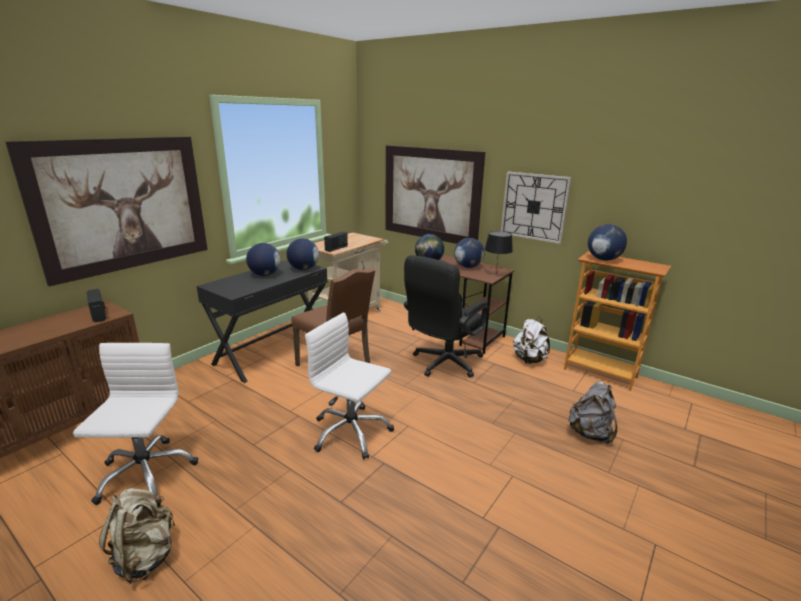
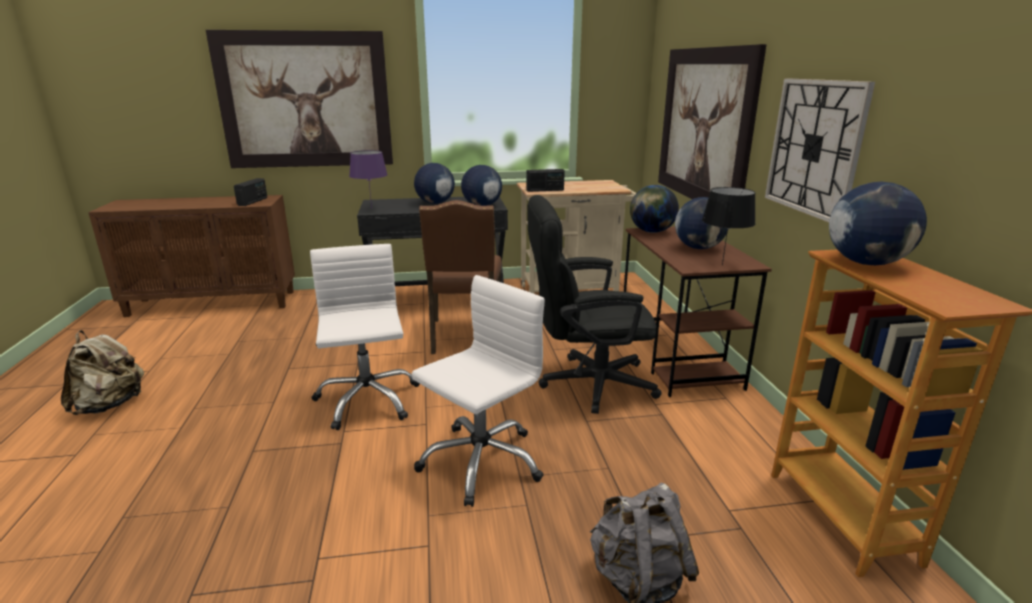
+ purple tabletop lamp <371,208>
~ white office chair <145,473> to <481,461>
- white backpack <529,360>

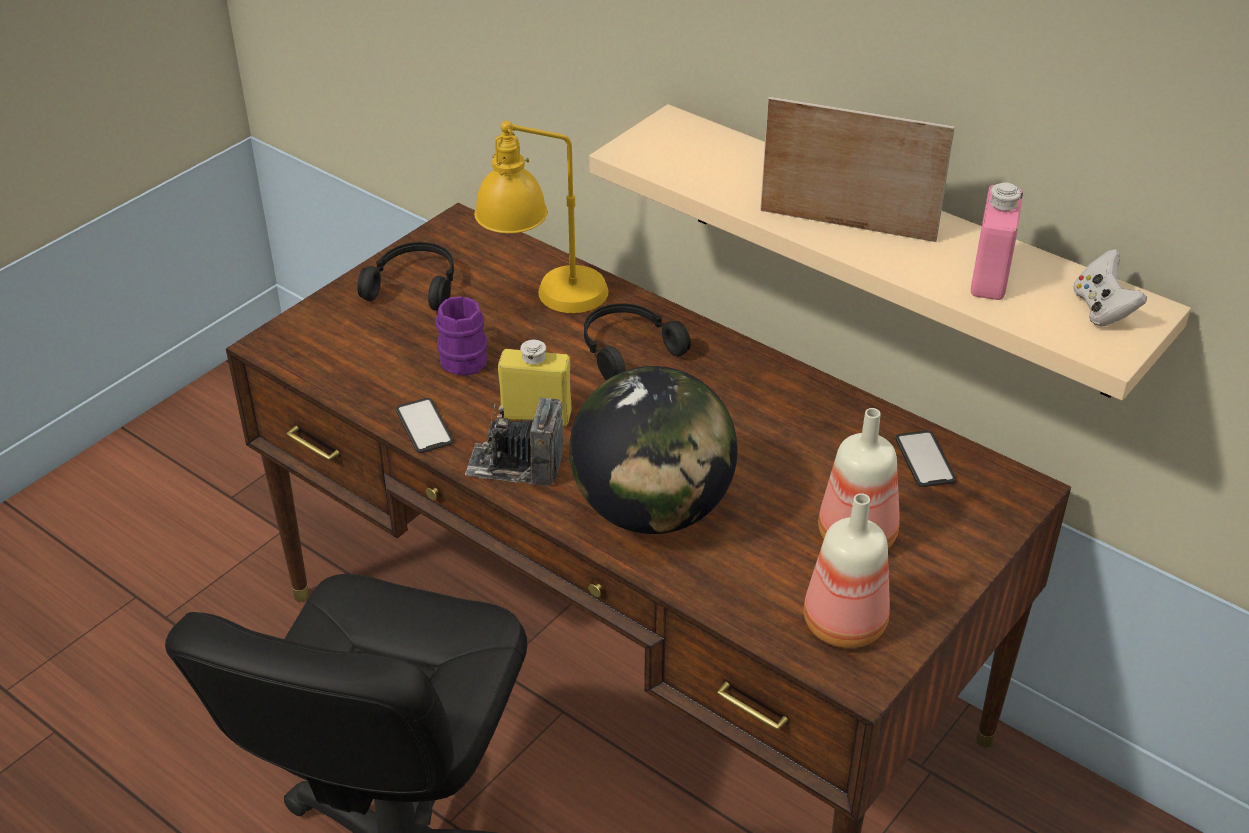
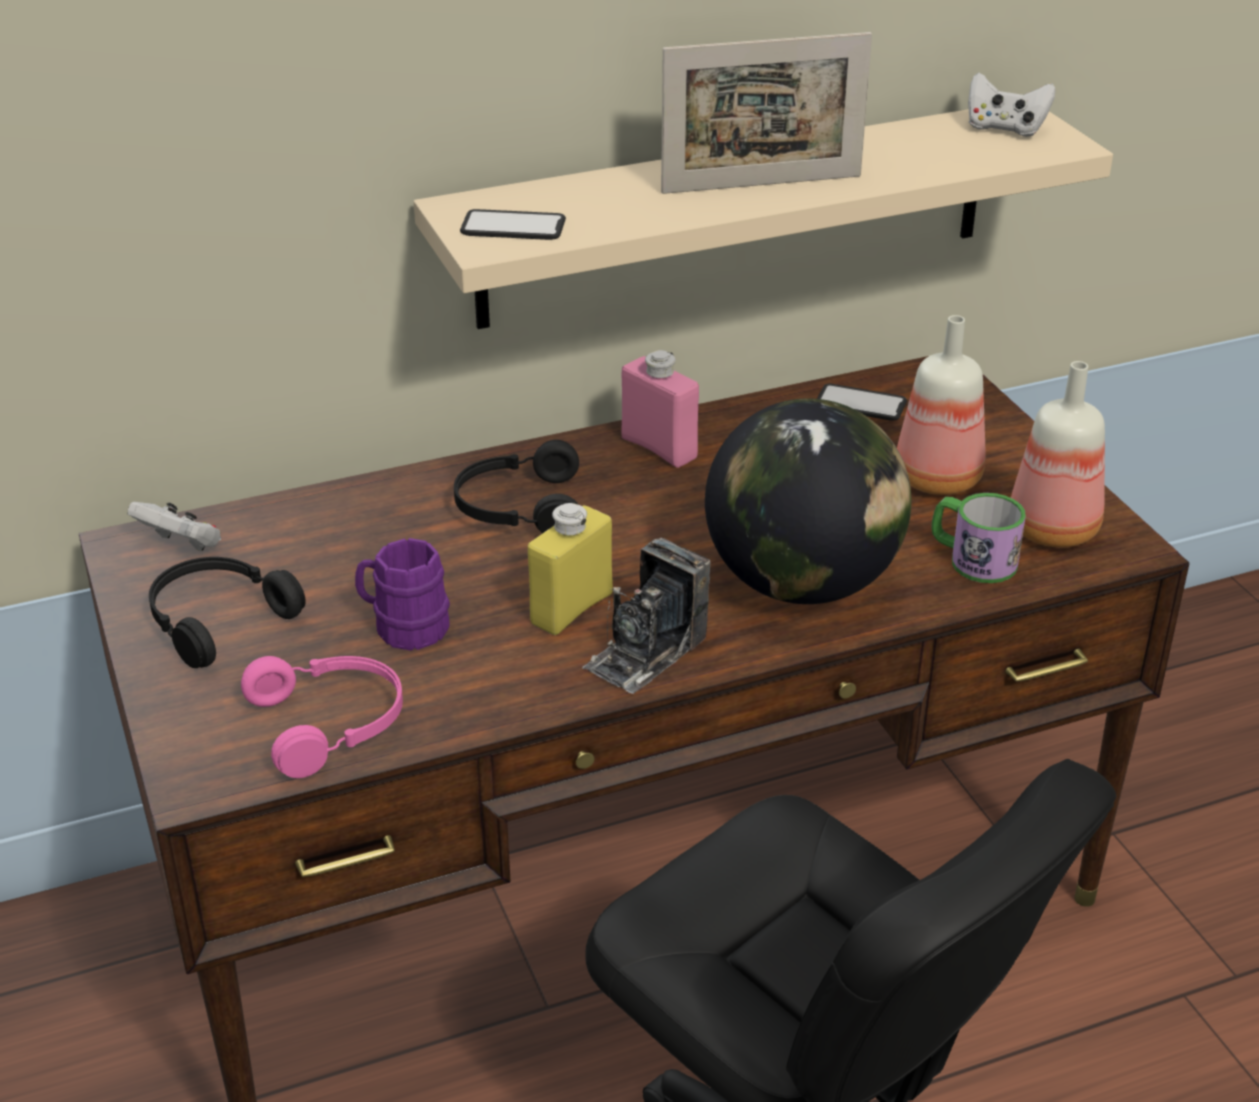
+ white gamepad <181,545>
+ pink-coloured pair of headphones <331,724>
~ phone <424,426> to <513,227>
~ pink-coloured bottle <990,276> to <659,448>
~ picture frame <847,225> = <761,184> 150 degrees counterclockwise
+ tea mug <972,559>
- yellow tabletop lamp <545,301>

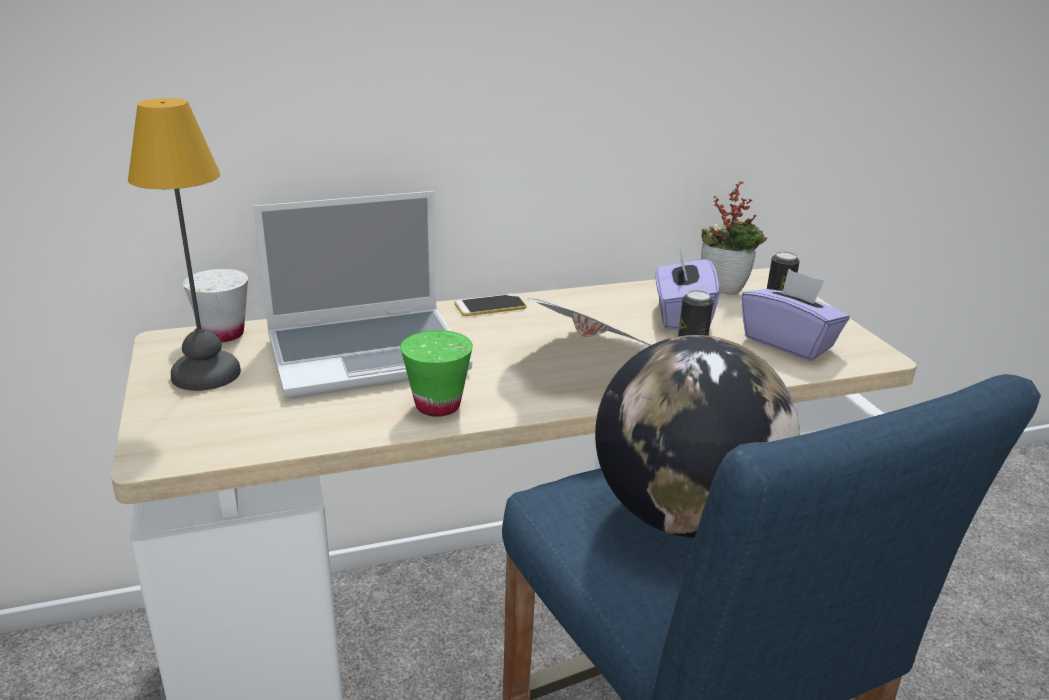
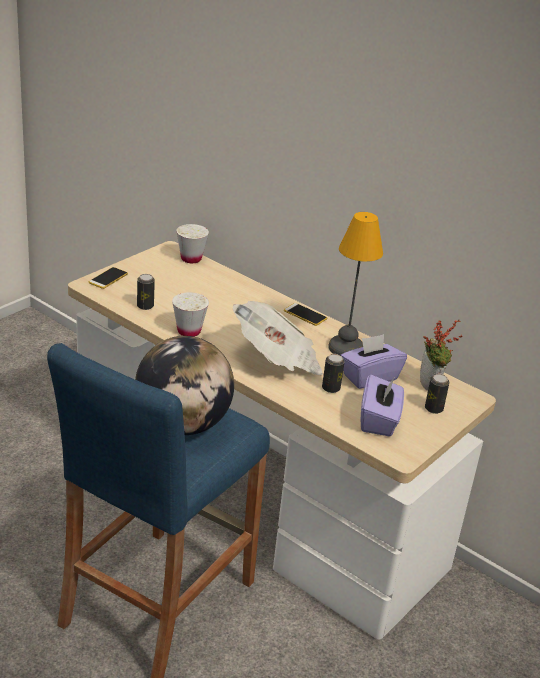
+ phone <108,278>
+ can <145,306>
~ green-coloured drinking cup <437,405> to white drinking cup <189,331>
~ tabletop lamp <208,373> to <347,348>
- notebook computer <369,353>

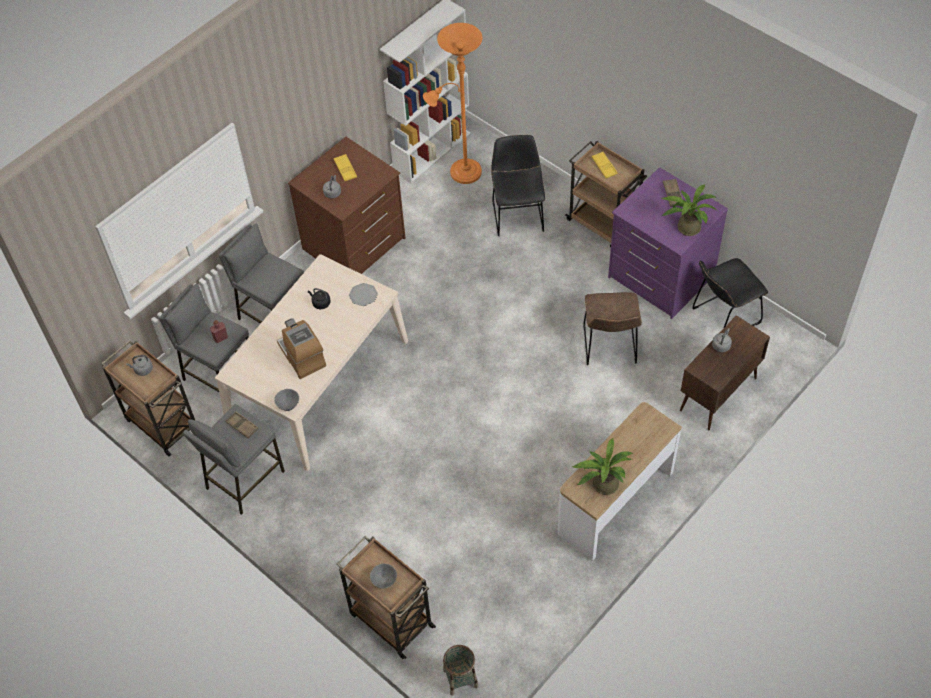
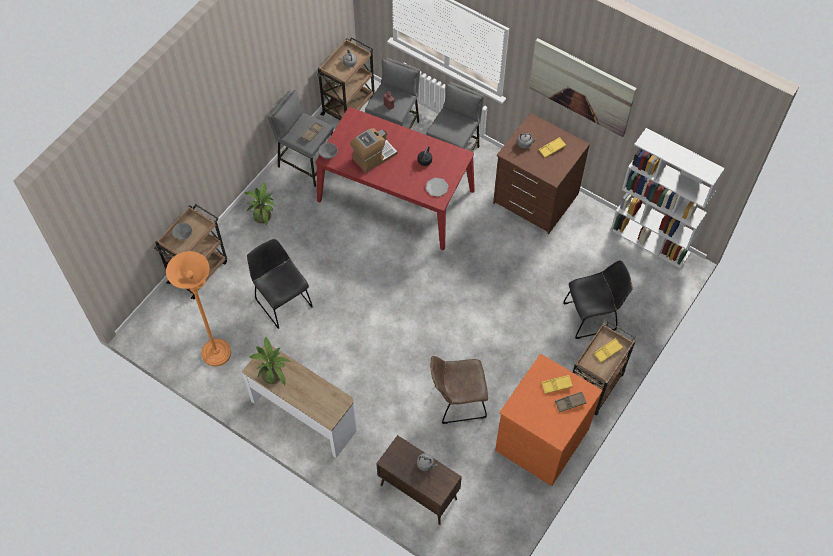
~ orange standard lamp <461,172> to <215,349>
~ houseplant <686,226> to <263,215>
~ black-coloured chair <723,317> to <282,301>
~ sand-coloured dining table <318,382> to red-coloured dining table <396,195>
~ purple dresser <660,277> to orange dresser <540,438>
+ picture <581,87>
+ yellow tray <556,385>
- storage basket <460,678>

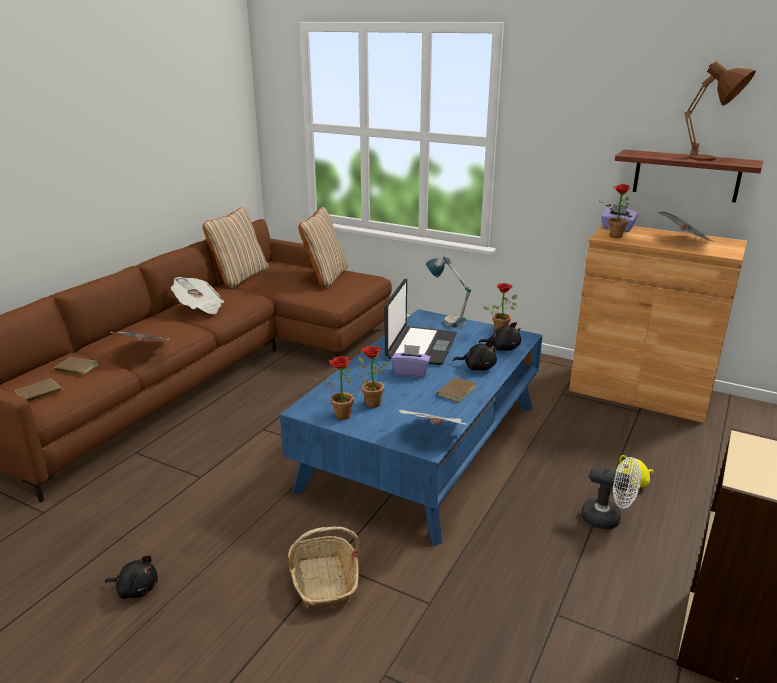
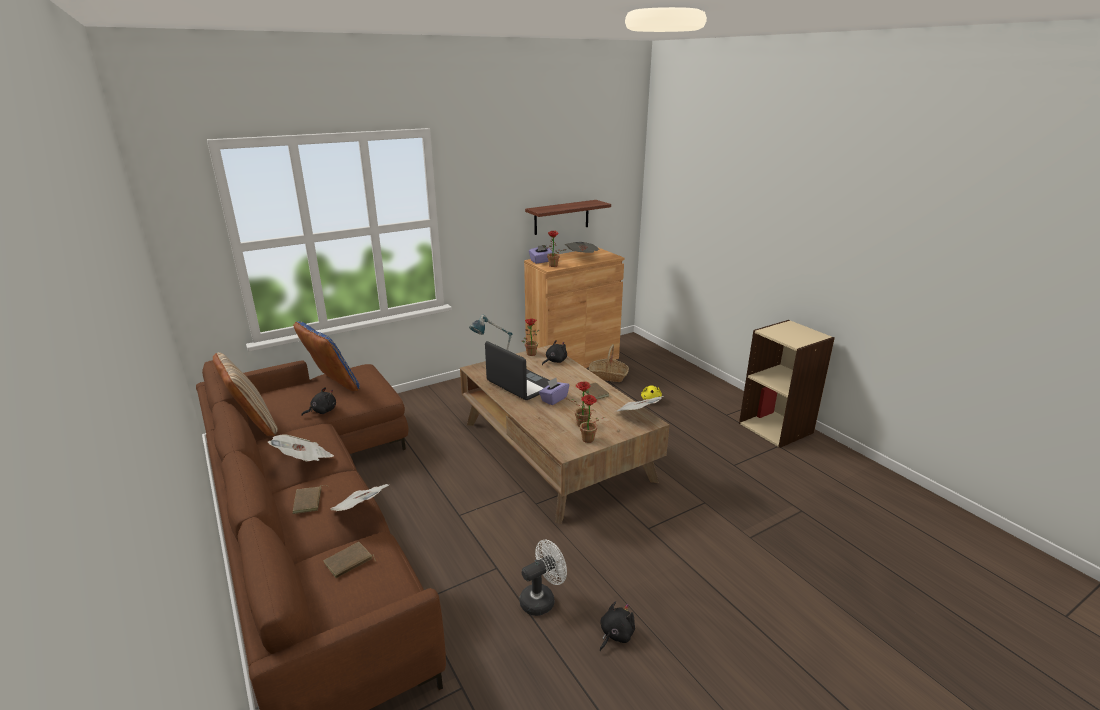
~ sand-coloured cushion <325,277> to blue cushion <331,385>
~ brown volume <39,393> to <309,501>
~ black-coloured soft toy <477,367> to <322,411>
~ blue low table <424,445> to brown low table <555,450>
~ white fan <607,519> to <542,599>
~ storage basket <324,582> to <608,376>
- brown tabletop lamp <711,159>

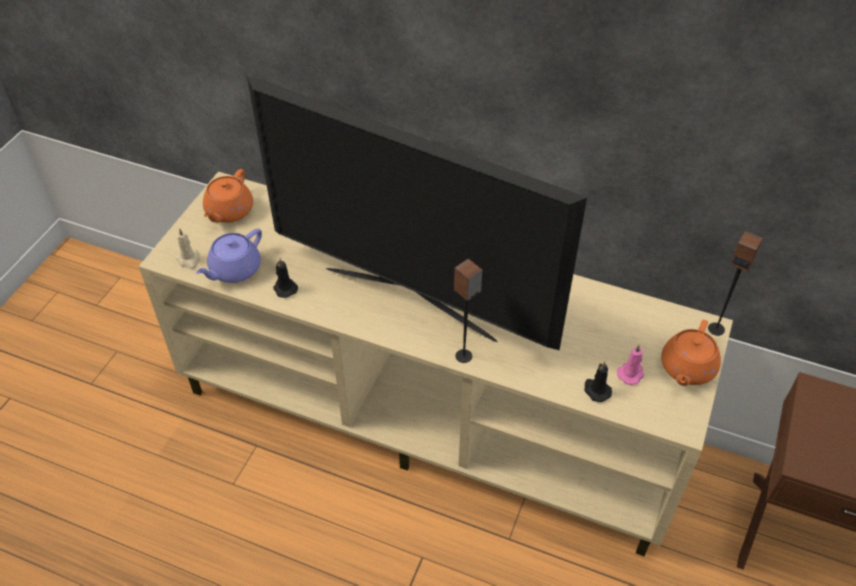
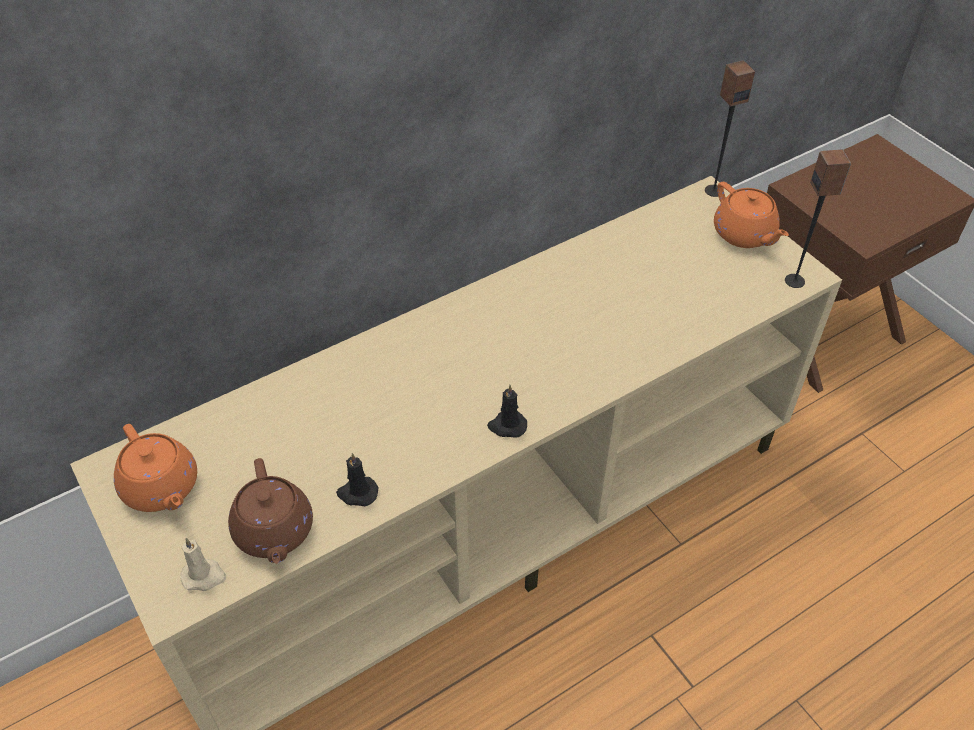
~ purple tea pot <234,270> to brown tea pot <274,532>
~ black-coloured wax candle <596,390> to <507,426>
~ audio speaker <464,356> to <795,281>
- television <410,301>
- pink-coloured wax candle <631,373>

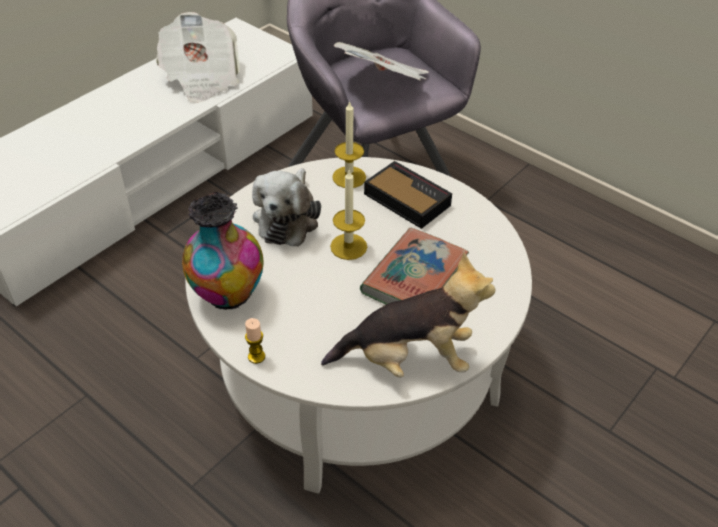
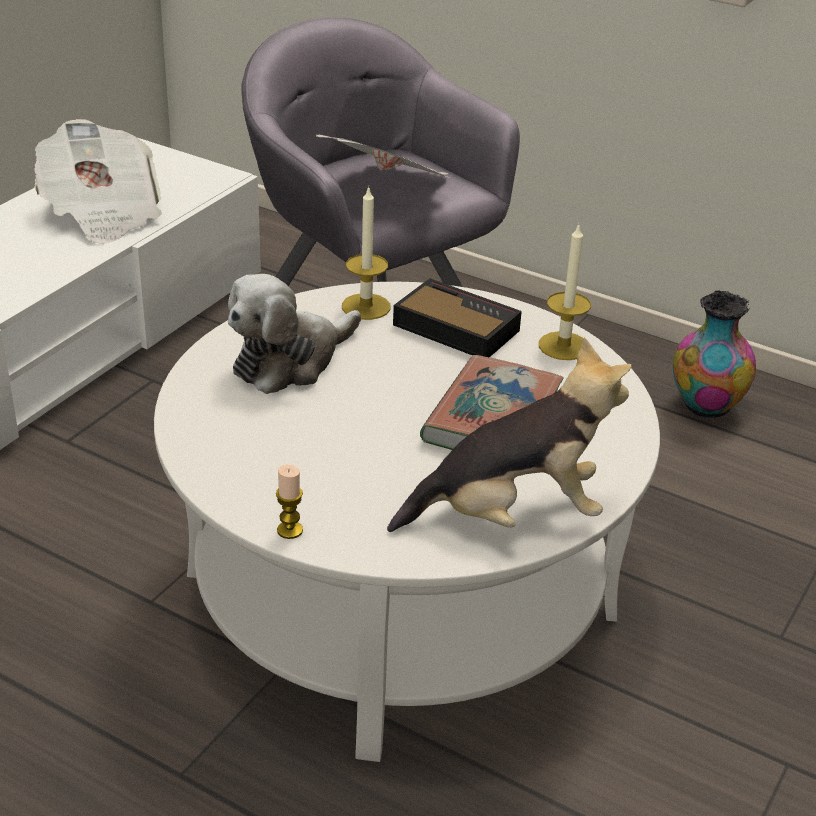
~ soft toy <287,218> = <290,361> 45 degrees clockwise
~ wax candle <348,246> to <563,346>
~ flower vase <227,295> to <705,406>

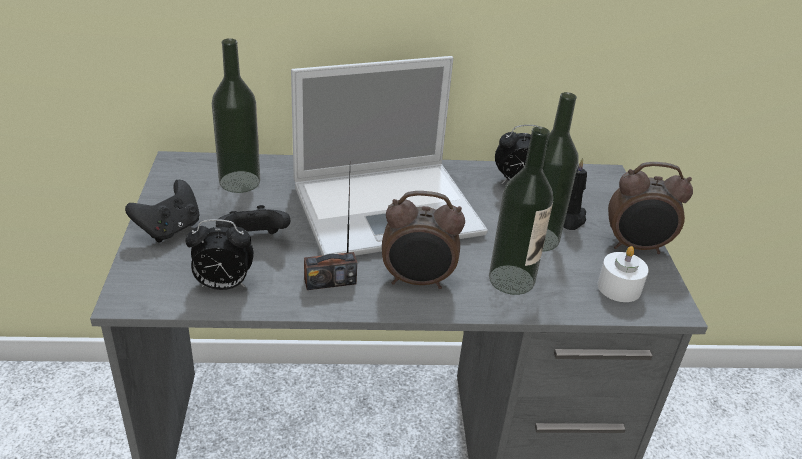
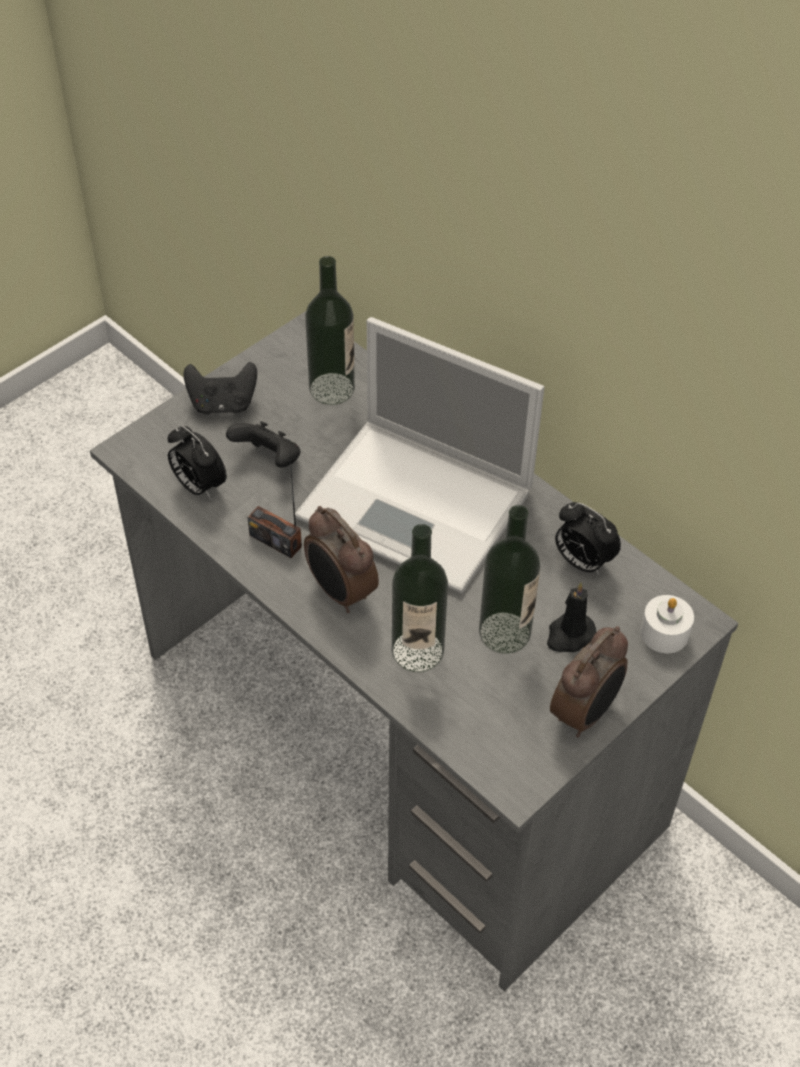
~ bedside clock <636,247> = <585,713> 105 degrees counterclockwise
~ white wax candle <619,287> to <664,633>

